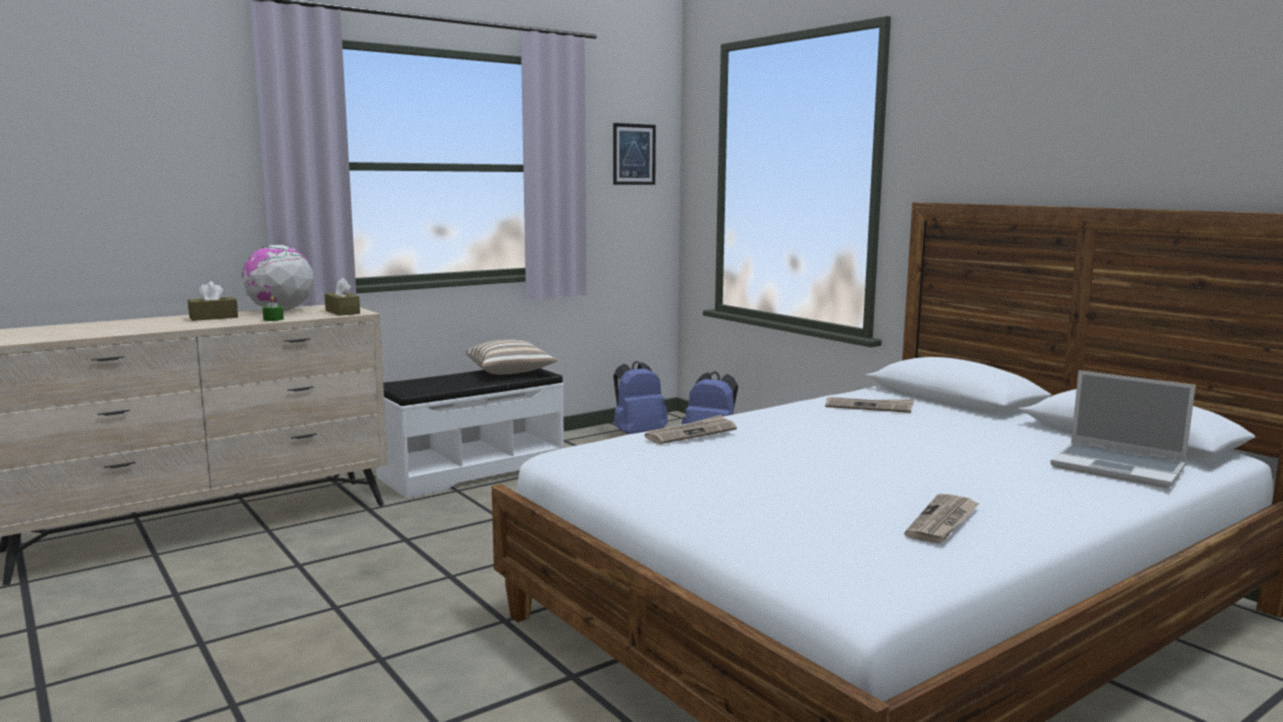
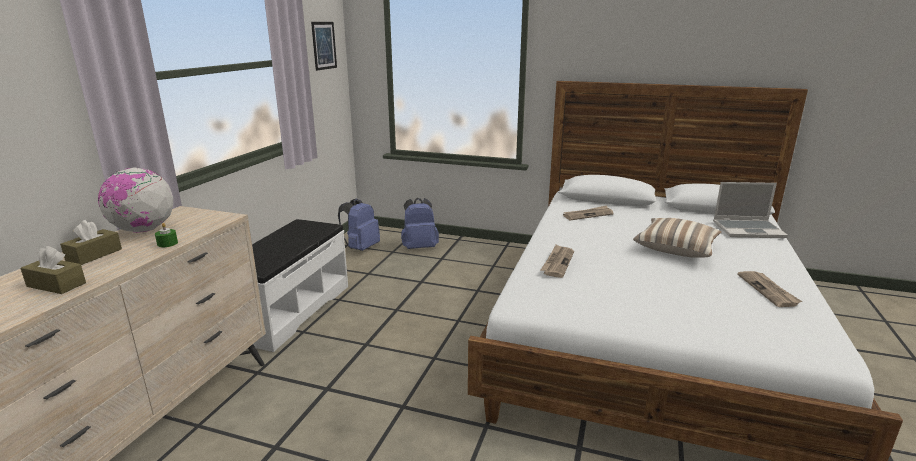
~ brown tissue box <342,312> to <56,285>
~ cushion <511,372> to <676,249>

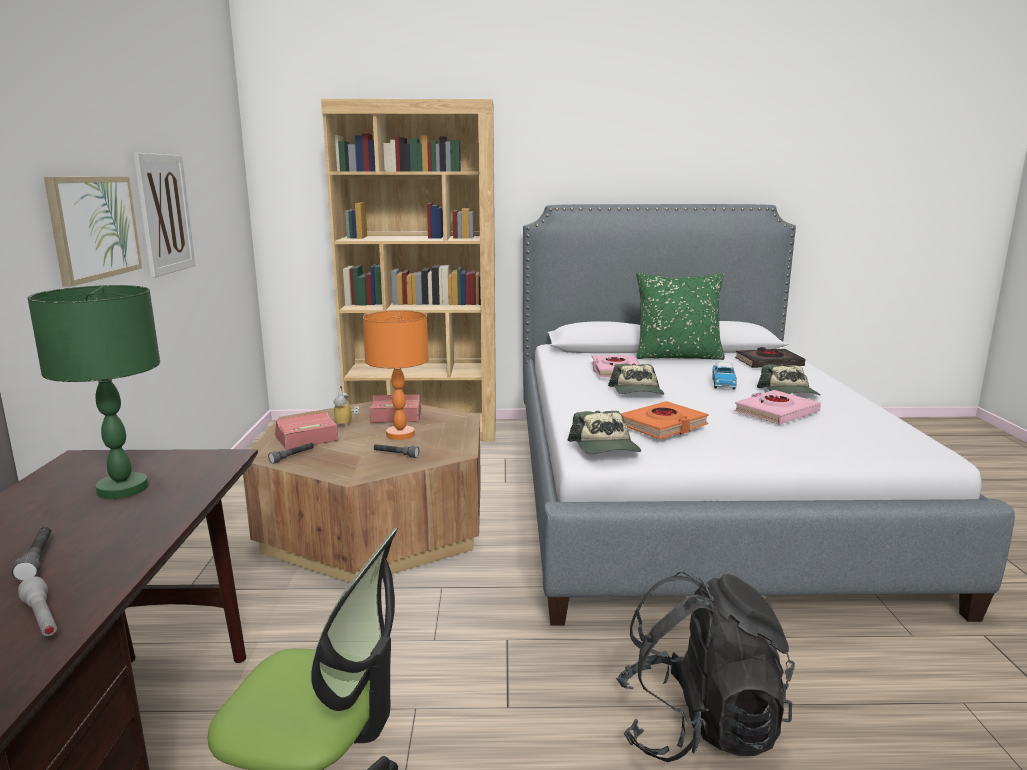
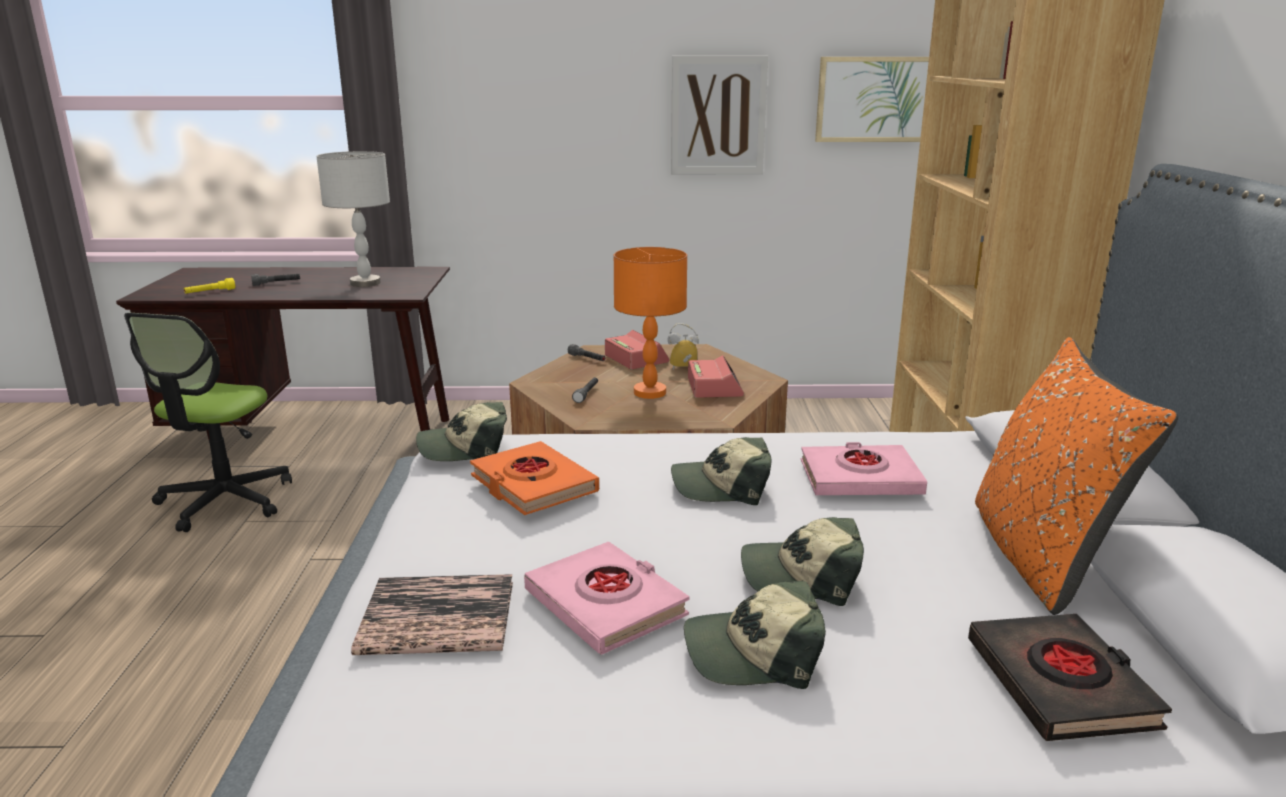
~ gray hand torch <42,618> to yellow hand torch <210,292>
~ green-coloured tabletop lamp <123,489> to gray tabletop lamp <365,283>
+ volume <437,617>
~ miniature car <723,384> to peaked cap <801,576>
~ picture <94,227> to <874,99>
~ green-coloured cushion <678,356> to orange cushion <1040,556>
- black-coloured backpack <698,727>

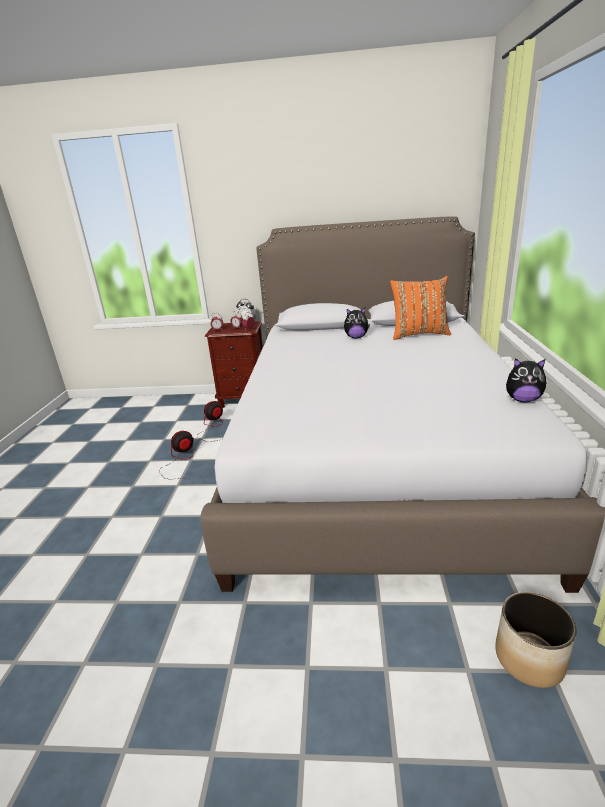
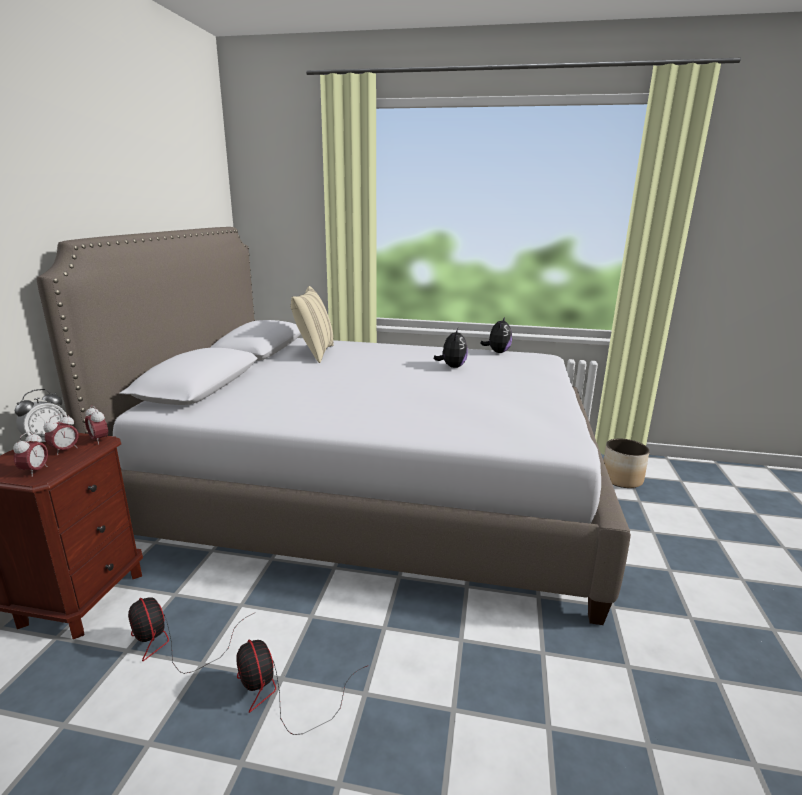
~ orange cushion <419,334> to sand-coloured cushion <314,353>
~ soft toy <356,337> to <452,367>

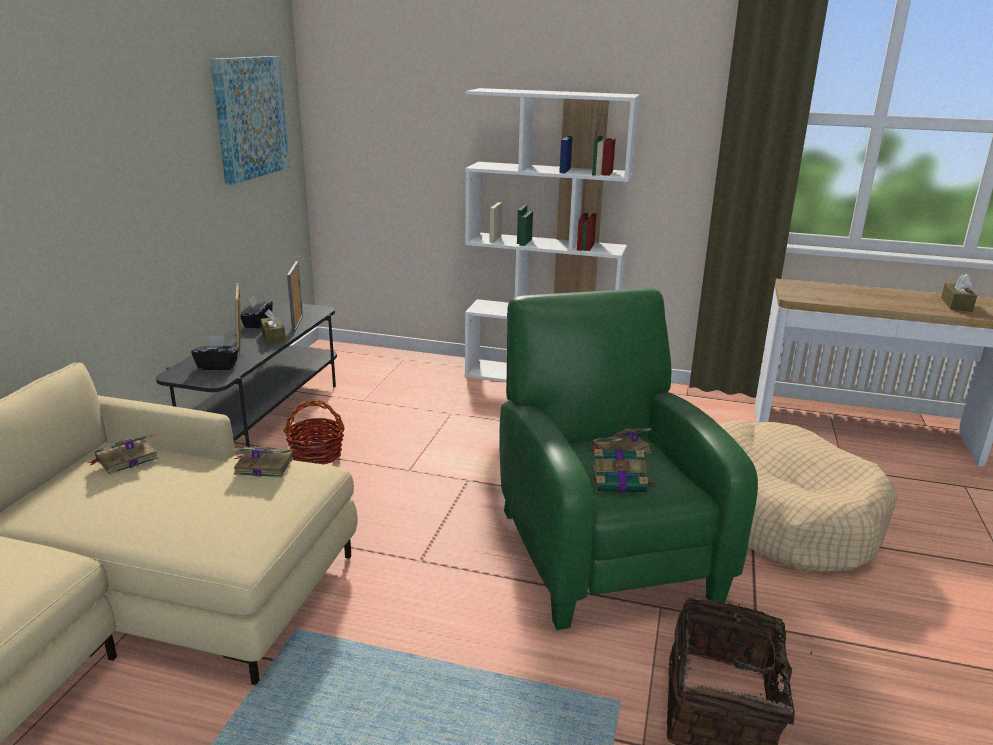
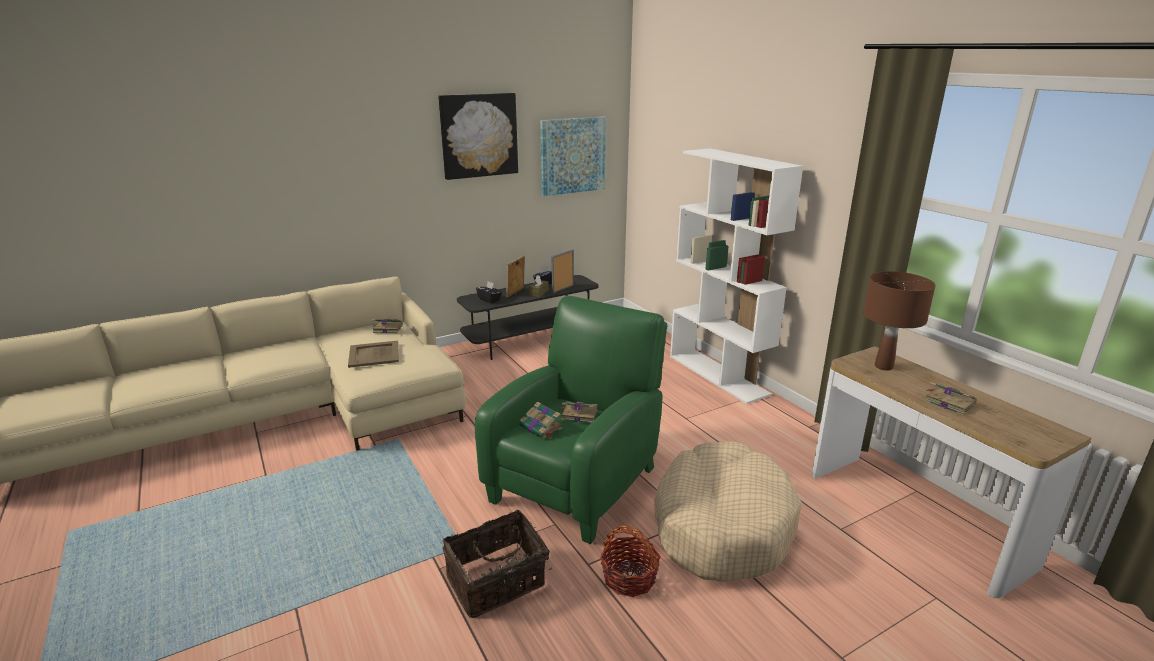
+ sand-coloured tray <374,354>
+ picture <479,135>
~ storage basket <317,454> to <629,578>
+ brown tabletop lamp <883,366>
~ volume <263,466> to <948,402>
- brown tissue box <956,304>

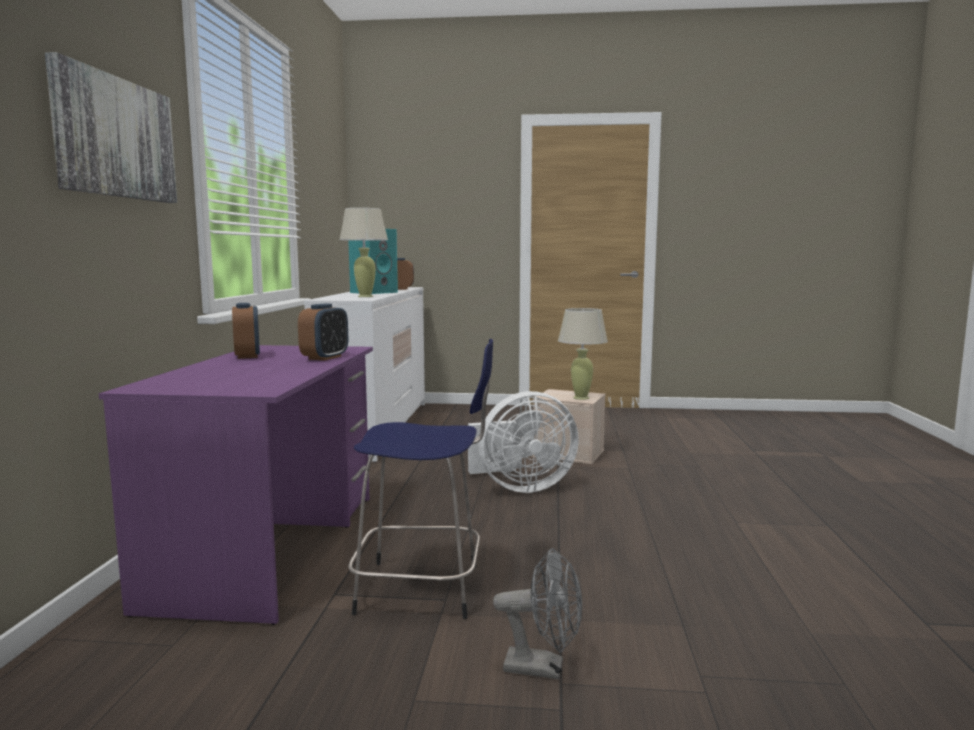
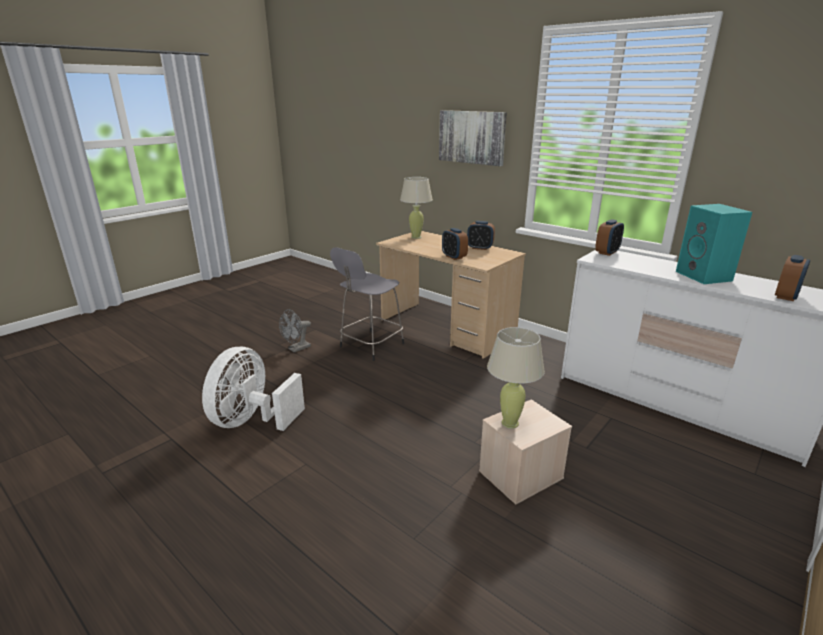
~ white fan <520,487> to <252,421>
~ blue stool seat <424,589> to gray stool seat <370,346>
~ purple desk table <270,547> to sand-coloured desk table <446,328>
~ sand-coloured tabletop lamp <365,296> to <416,237>
+ bedside clock <607,252>

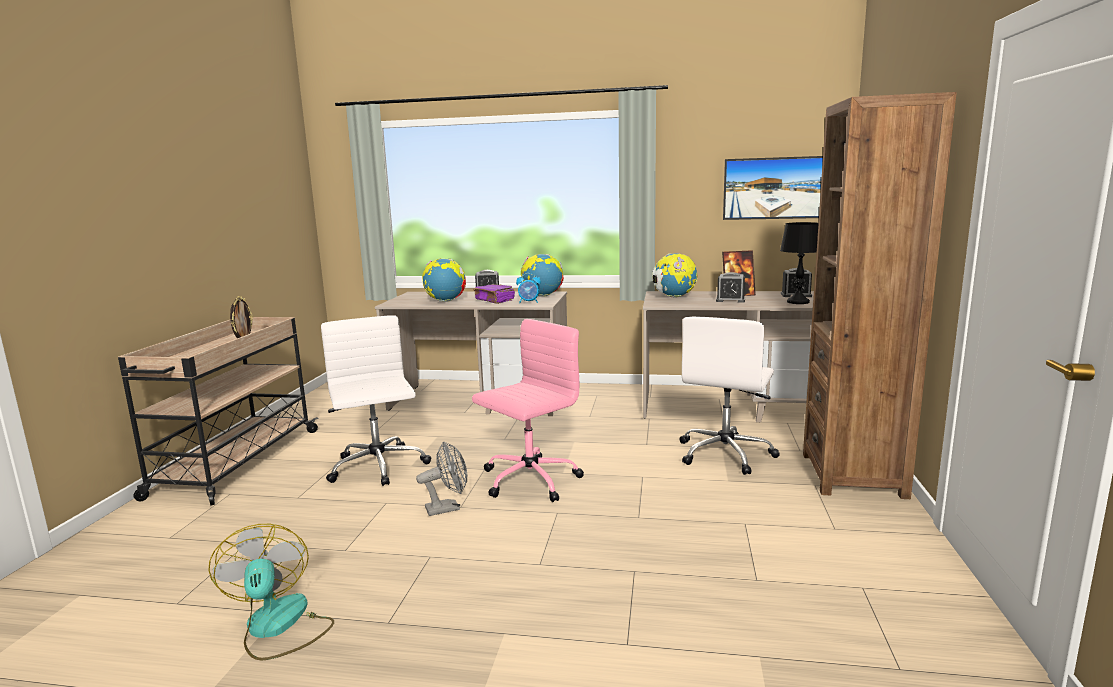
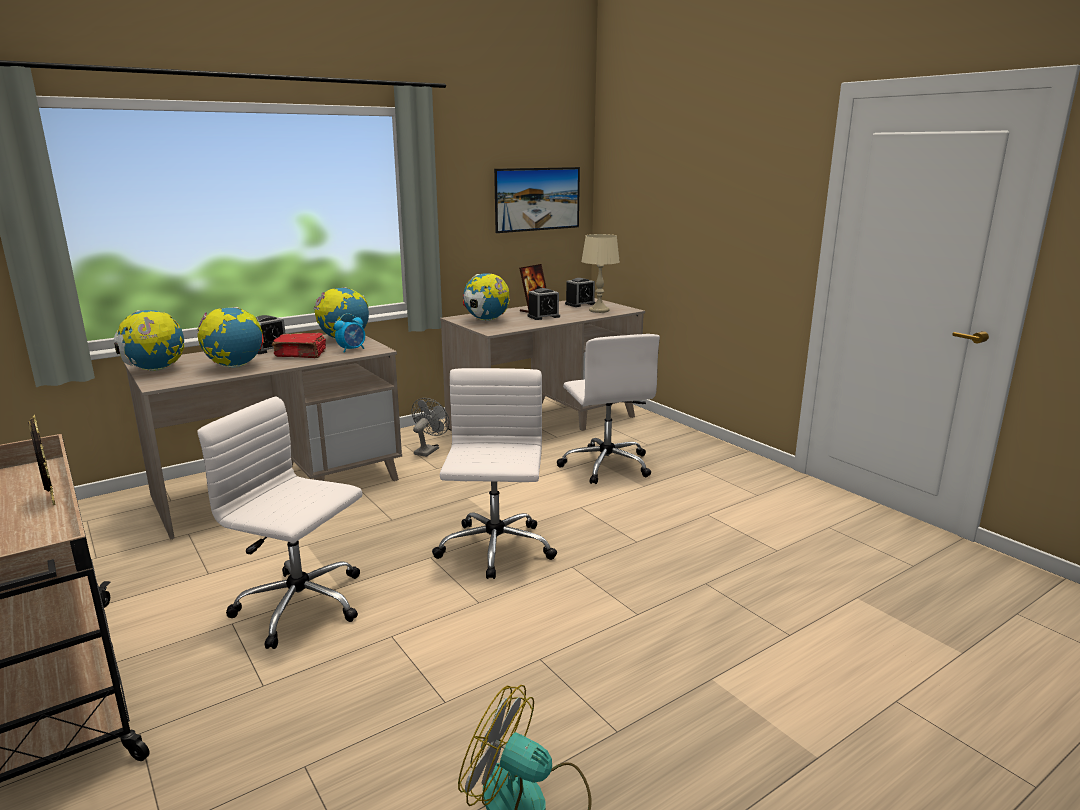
+ desk globe <155,370>
~ purple volume <494,300> to red-coloured volume <301,354>
~ gray fan <448,508> to <428,450>
~ pink-coloured office chair <529,480> to white office chair <495,550>
~ black-coloured tabletop lamp <798,302> to sand-coloured tabletop lamp <599,310>
- brown shelving unit <853,475>

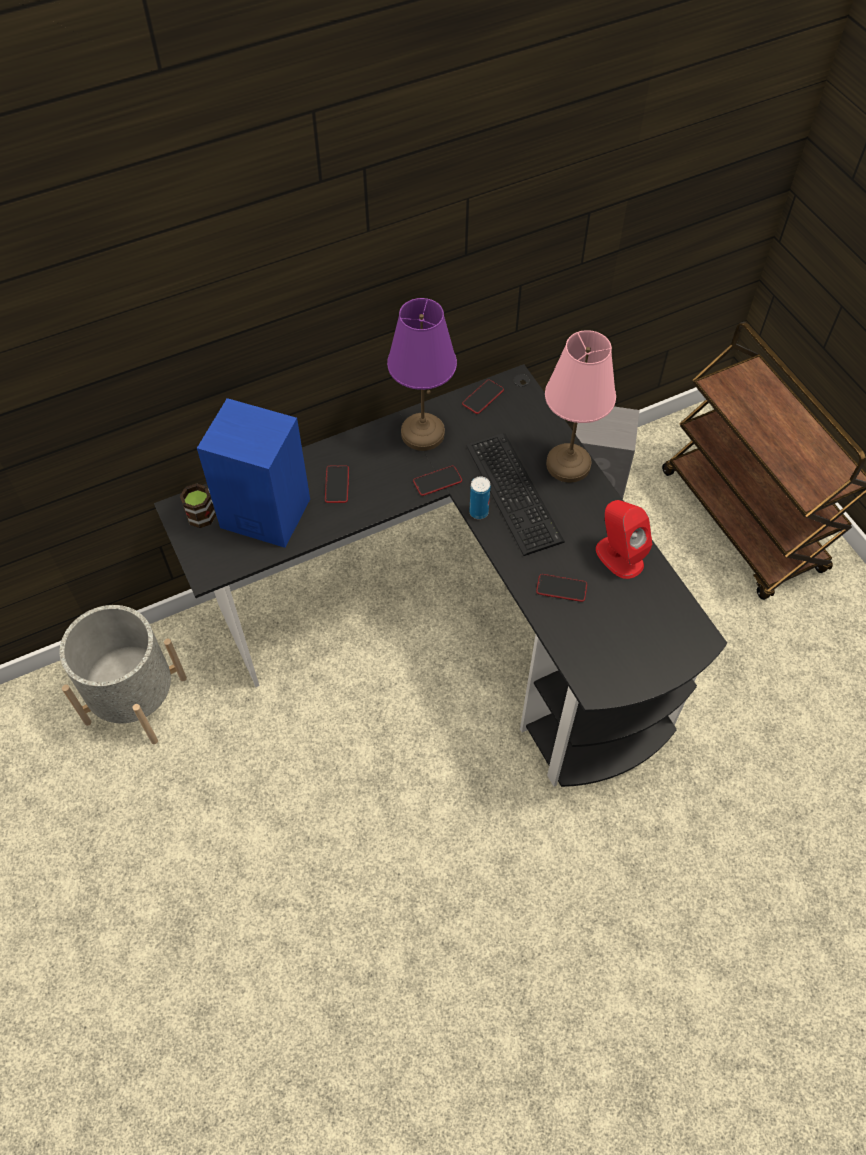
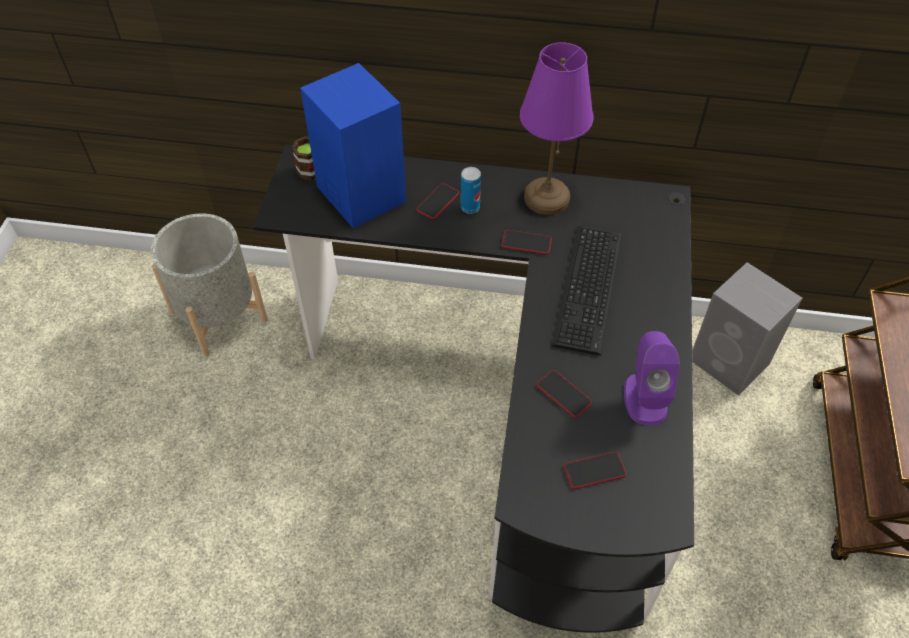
~ can <478,512> to <470,207>
~ phone <483,397> to <594,471>
~ red-coloured audio speaker <619,556> to purple audio speaker <645,397>
- pink-coloured tabletop lamp <569,464>

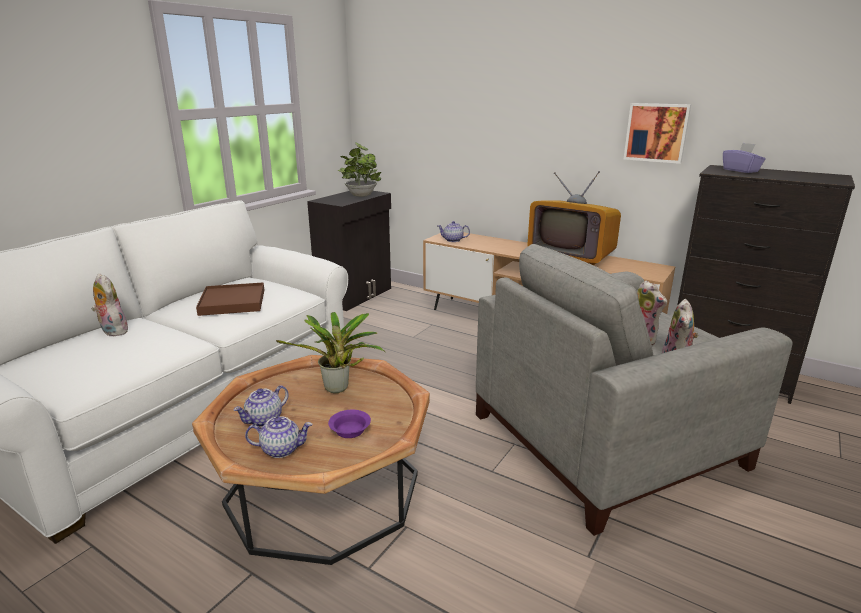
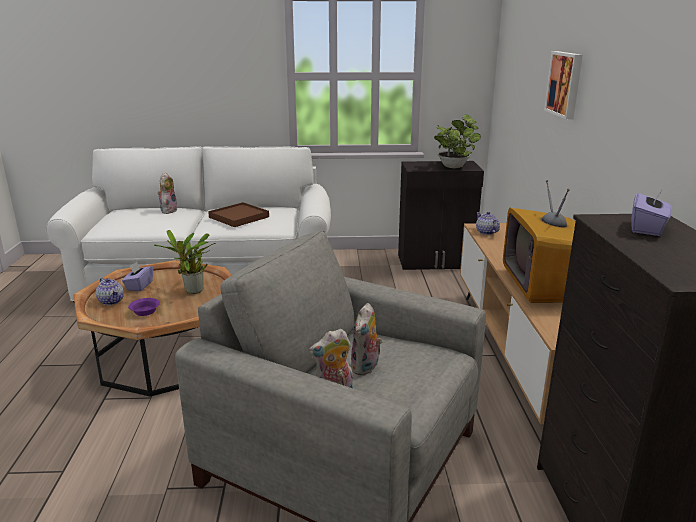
~ tea pot <264,420> to purple tissue box <139,286>
~ picture <656,132> to <565,84>

